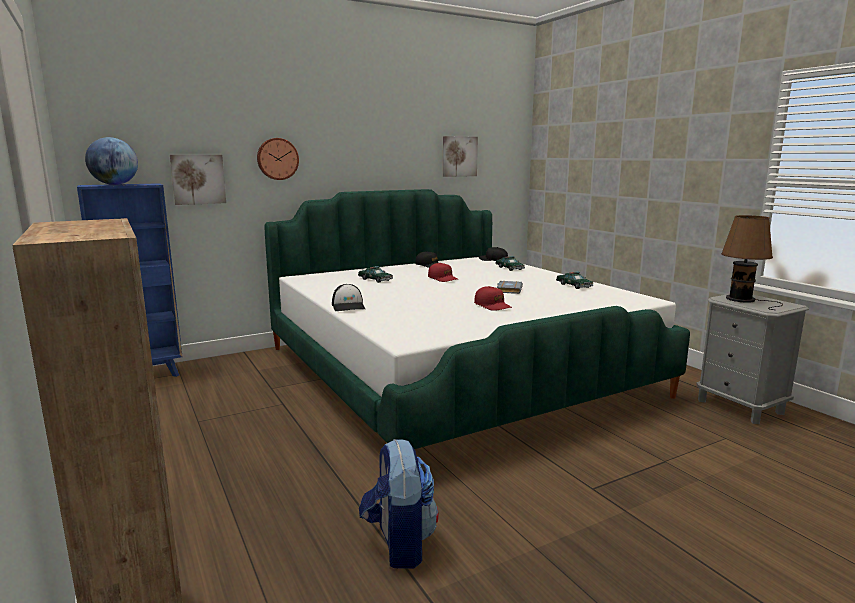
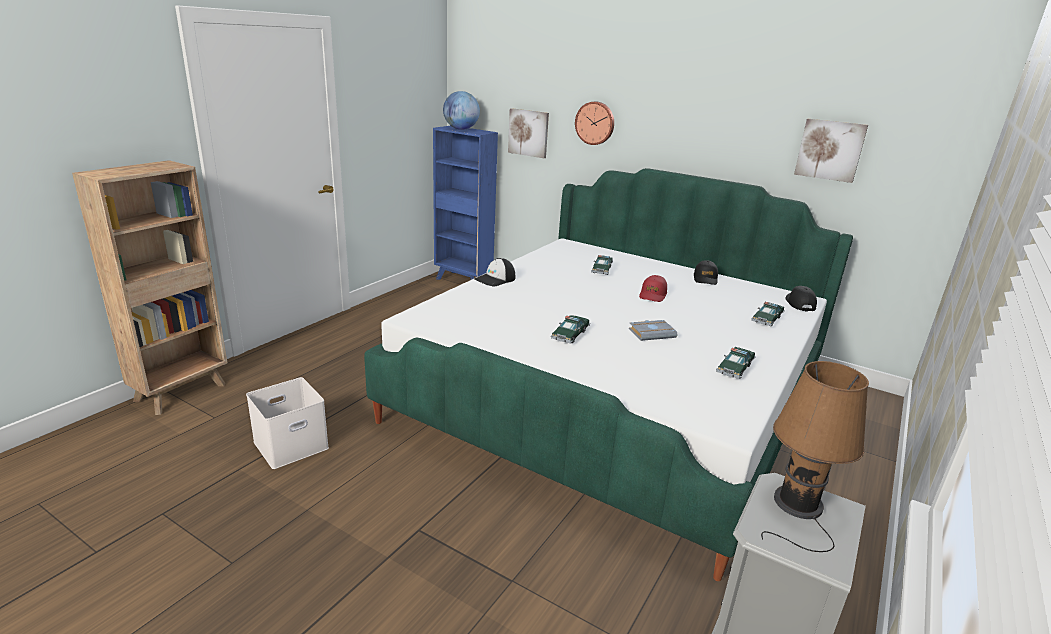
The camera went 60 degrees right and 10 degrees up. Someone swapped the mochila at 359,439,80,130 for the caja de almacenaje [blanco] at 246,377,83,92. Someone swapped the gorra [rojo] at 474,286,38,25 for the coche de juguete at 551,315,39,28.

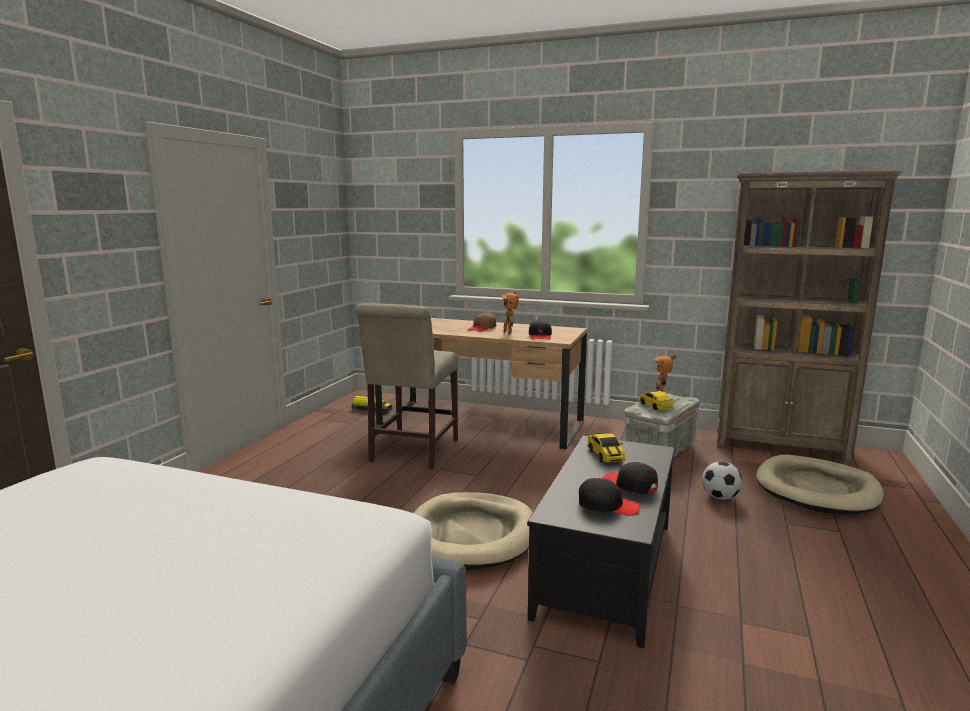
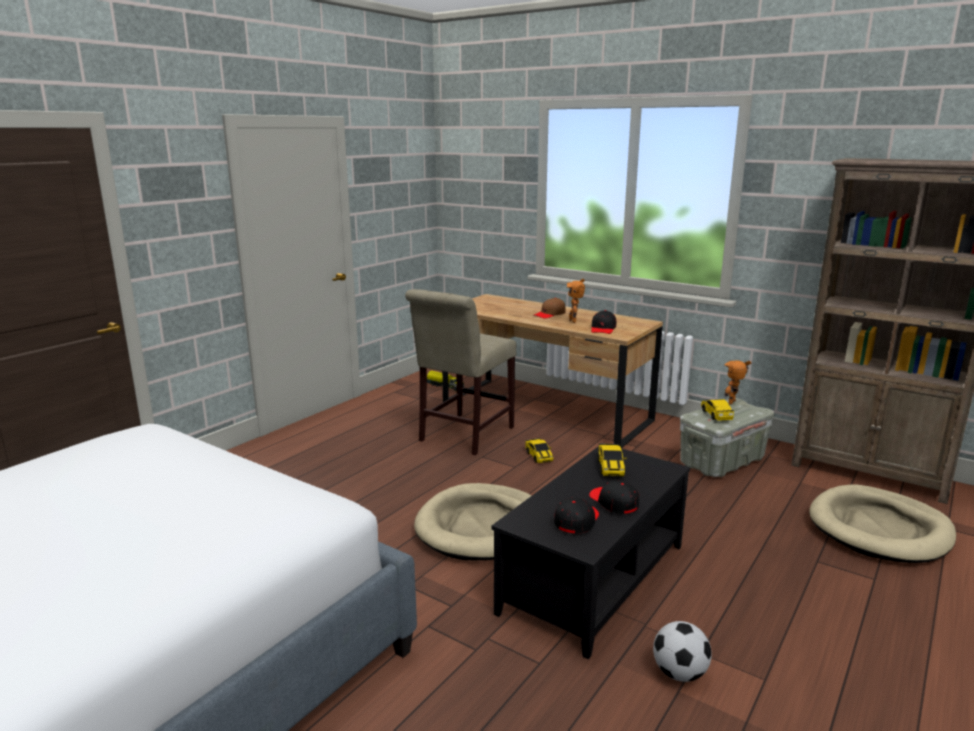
The camera went 15 degrees right and 5 degrees up. Someone put down the coche de juguete at 525,438,28,25. Someone rotated the gorra [negro] at 579,478,61,38 by 90 degrees counterclockwise. Someone carried the balón de fútbol from 702,461,40,39 to 653,621,59,61.

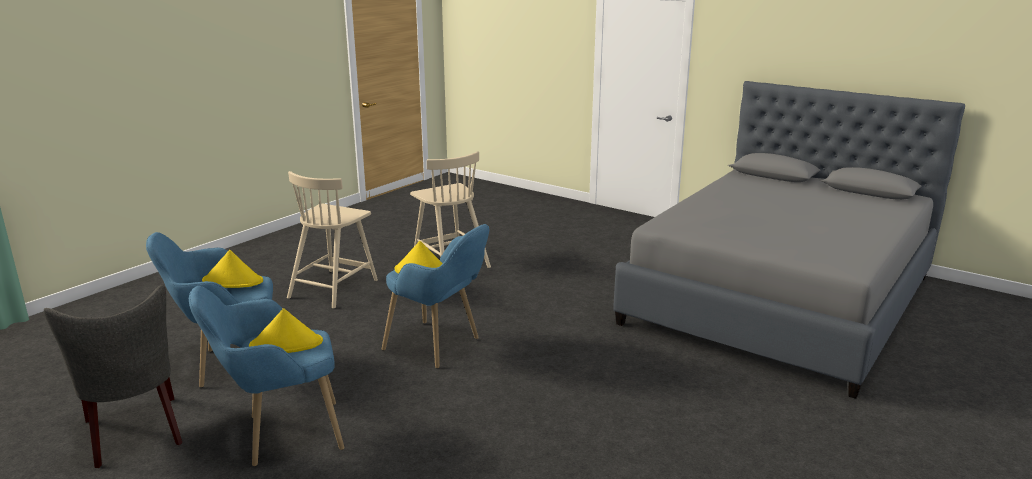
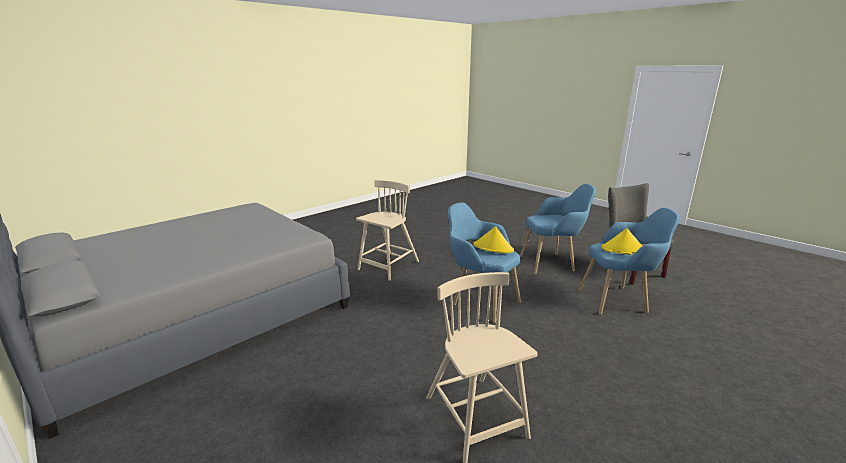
The camera went 170 degrees left and 0 degrees up. Someone carried the silla [beis] from 287,171,91,138 to 356,180,63,101. Someone took away the sombrero [amarillo] at 249,308,74,45.

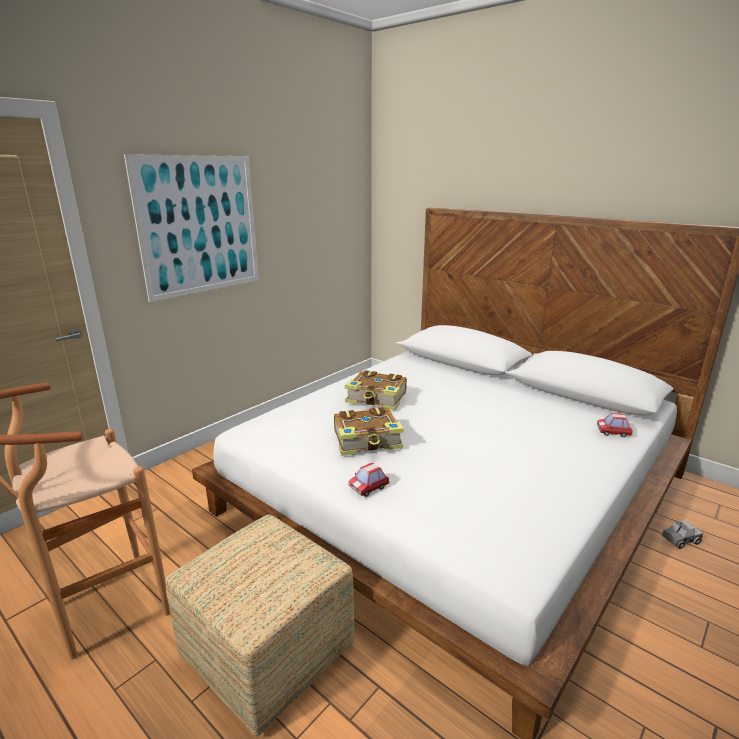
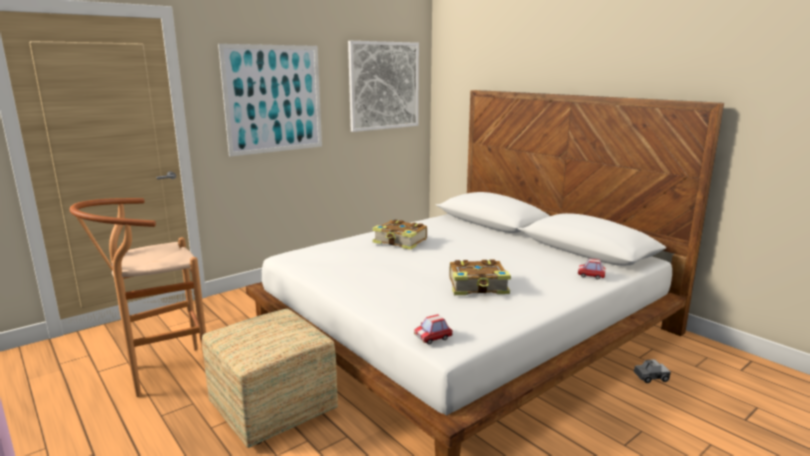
The camera went 10 degrees right and 5 degrees down. Someone put up the cuadro at 348,41,71,91. Someone carried the coche de juguete from 348,462,41,35 to 414,314,39,30. Someone carried the libro from 334,407,70,49 to 450,259,61,36.

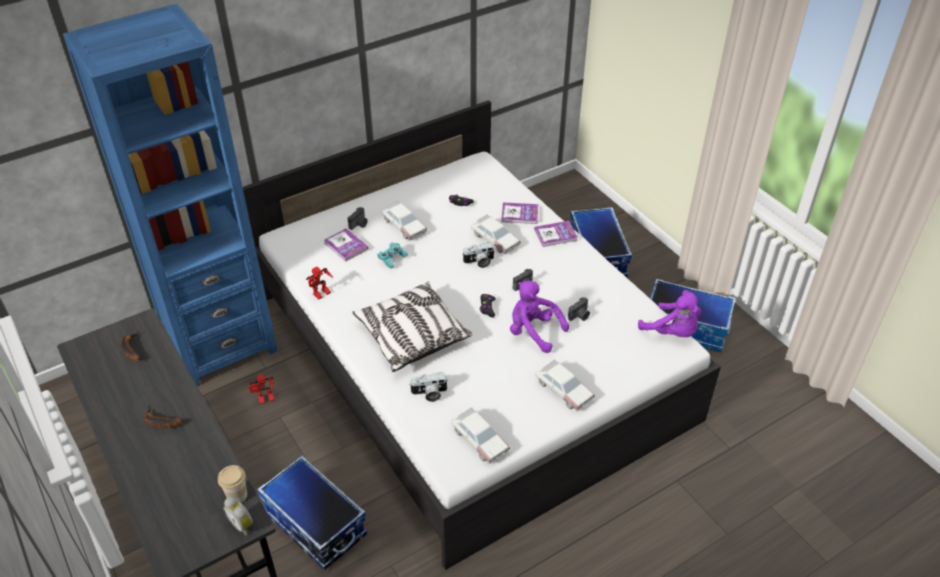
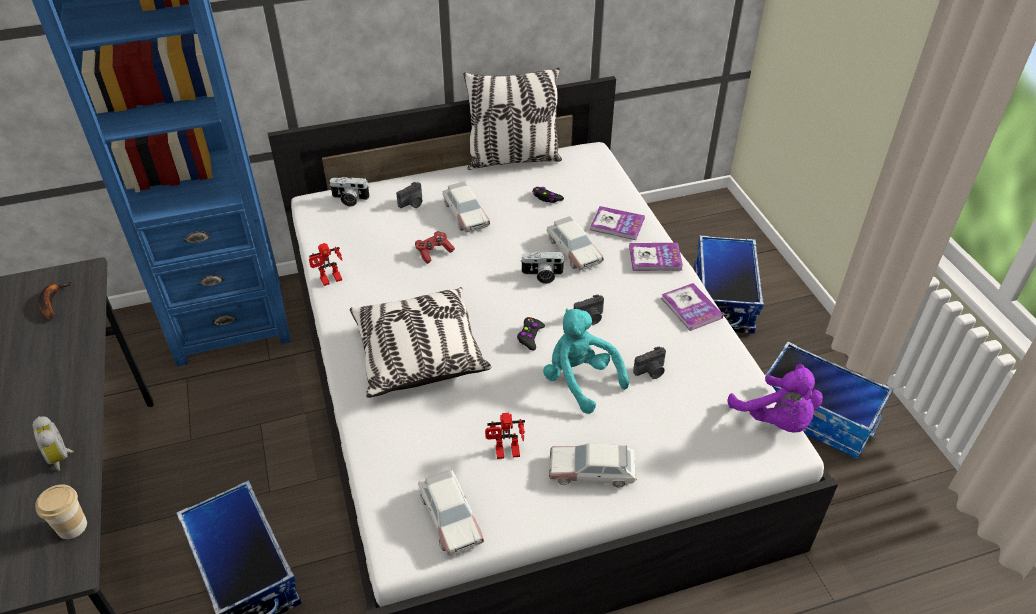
The camera went 15 degrees right and 0 degrees up. Someone carried the despertador from 223,496,30,40 to 33,416,41,55. Someone carried the cámara from 409,372,39,30 to 329,177,41,30. Someone repainted the mando de consola [turquesa] at 378,243,30,26, which became the mando de consola [rojo] at 415,231,40,33. Someone put down the cojín at 463,68,99,102. Someone carried the robot de juguete from 249,374,25,30 to 485,413,40,46. Someone repainted the peluche [morado] at 510,281,59,72, which became the peluche [turquesa] at 543,309,86,105. Someone rotated the coche de juguete at 536,360,59,51 by 120 degrees clockwise. Someone carried the libro from 324,228,44,33 to 661,283,62,48. Someone took away the plátano at 143,406,41,22.

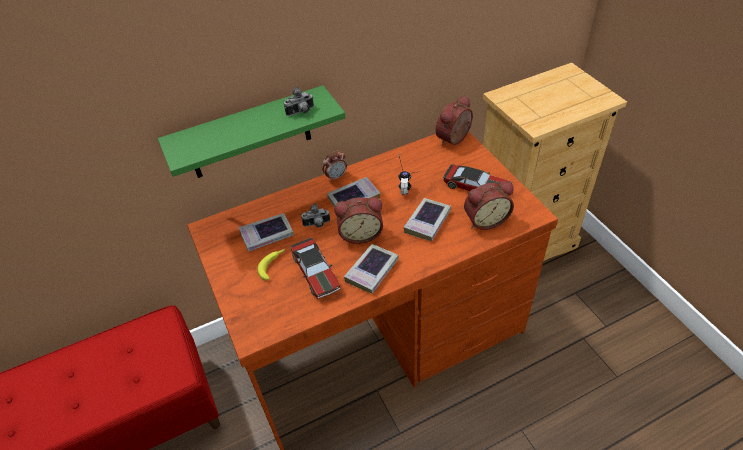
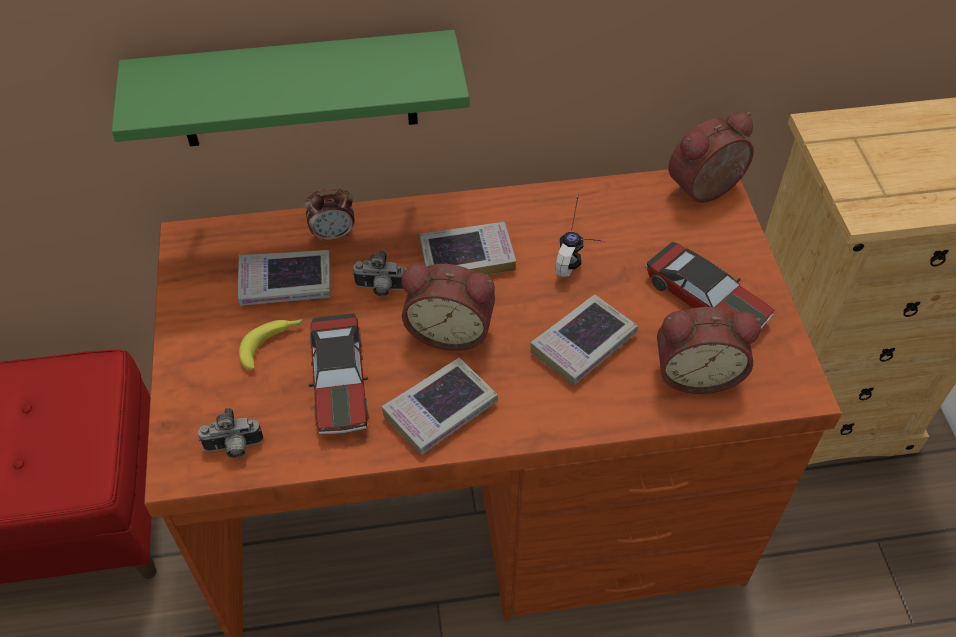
The camera went 15 degrees right and 5 degrees up. Someone carried the cámara from 284,87,30,29 to 198,407,65,51. Someone carried the despertador from 322,150,25,32 to 305,188,50,54.

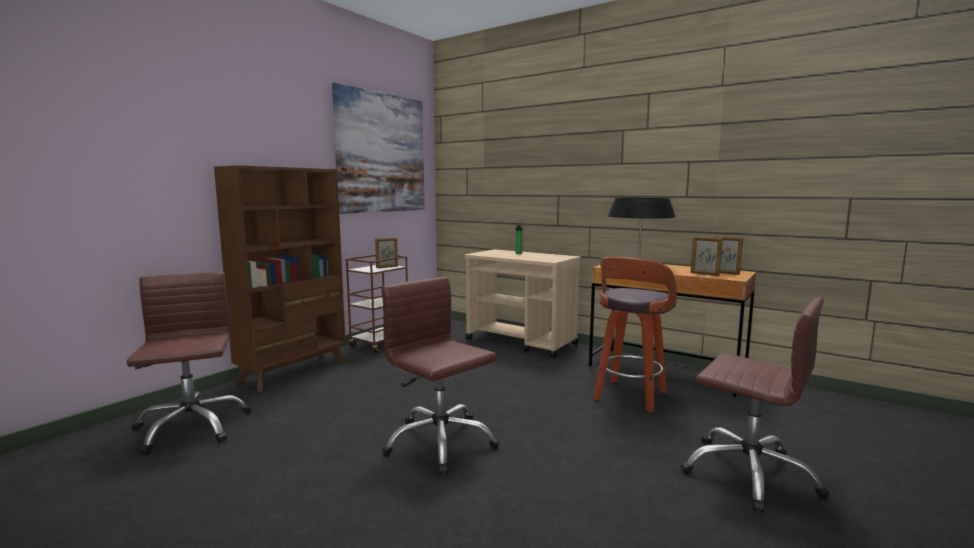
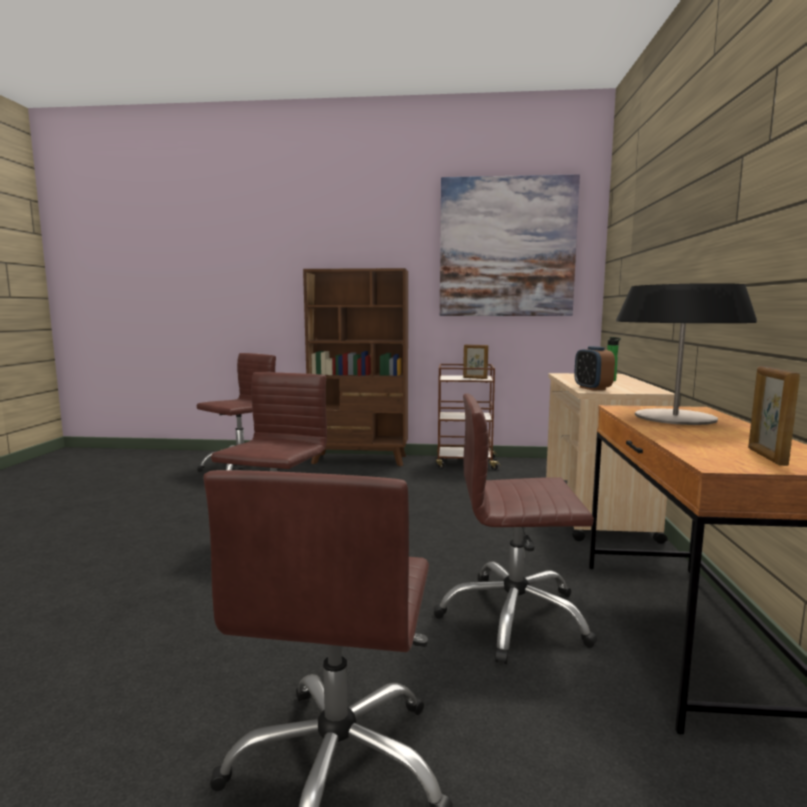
The camera went 60 degrees right and 0 degrees up. Someone swapped the taburete at 593,257,84,156 for the silla de oficina [marrón] at 434,393,164,272. Someone put down the despertador at 574,346,41,45. Someone took away the portarretratos at 690,236,33,40.

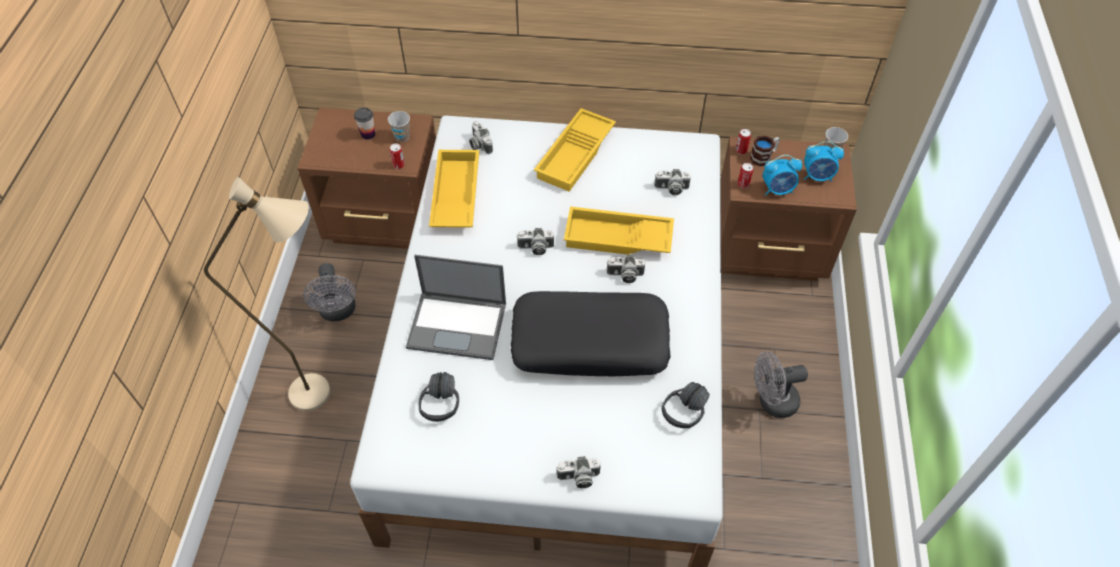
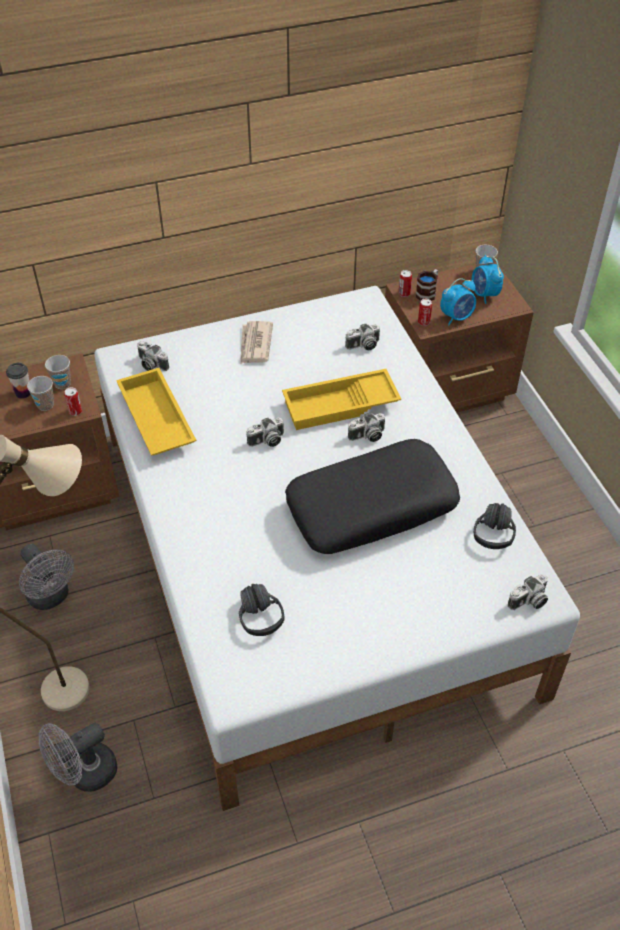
The camera went 25 degrees left and 5 degrees down. Someone put down the taza at 27,376,27,35. Someone carried the ventilador [gris] from 754,351,54,67 to 39,722,78,70. Someone swapped the bandeja [amarillo] at 534,108,82,84 for the periódico at 240,321,33,43. Someone rotated the despertador at 804,141,40,41 by 90 degrees clockwise. Someone carried the cámara from 556,456,45,32 to 508,574,40,36. Someone took away the portátil at 406,255,100,105.

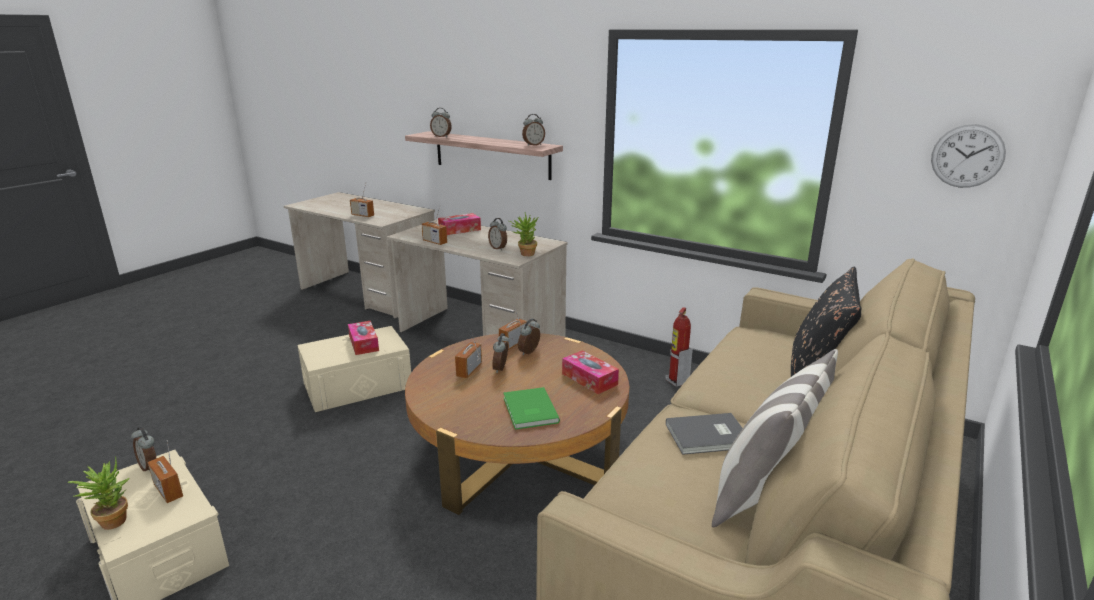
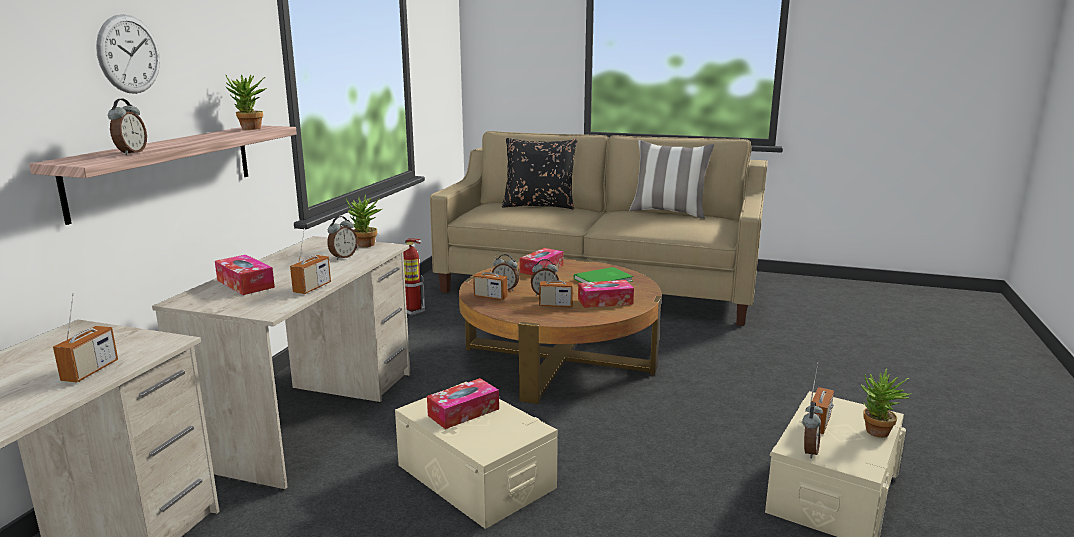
The camera went 105 degrees left and 5 degrees down. Someone carried the reloj de pared from 931,124,75,64 to 96,14,64,80. Someone swapped the despertador at 522,114,23,32 for the planta en maceta at 225,74,42,56. Someone put down the caja de pañuelos at 578,280,56,28. Someone took away the libro [gris] at 666,413,77,42.

